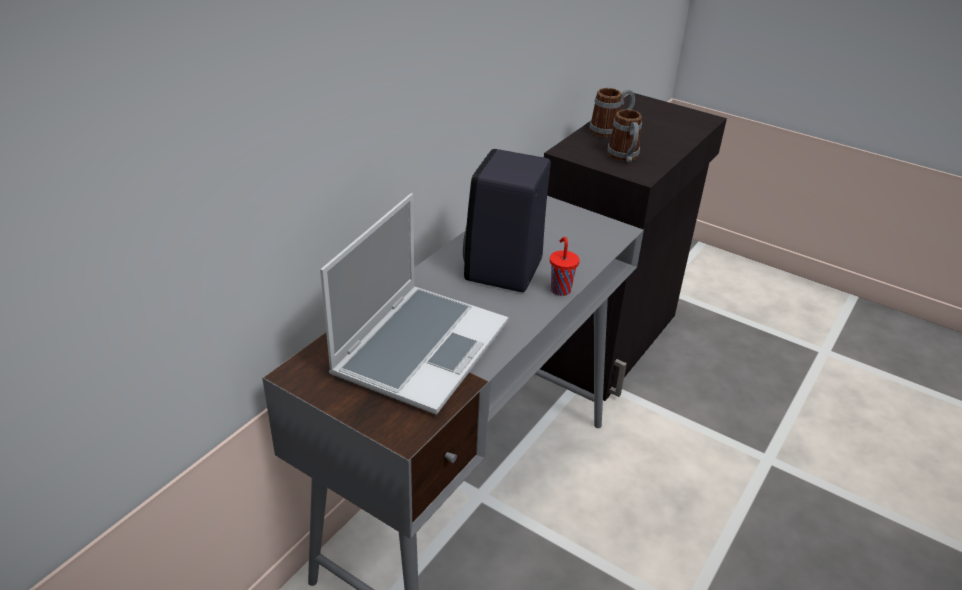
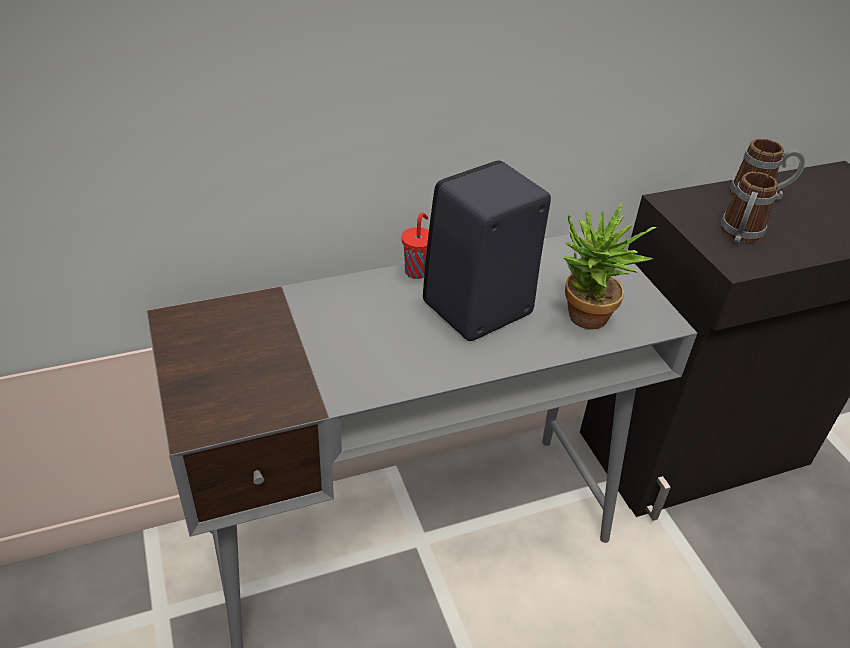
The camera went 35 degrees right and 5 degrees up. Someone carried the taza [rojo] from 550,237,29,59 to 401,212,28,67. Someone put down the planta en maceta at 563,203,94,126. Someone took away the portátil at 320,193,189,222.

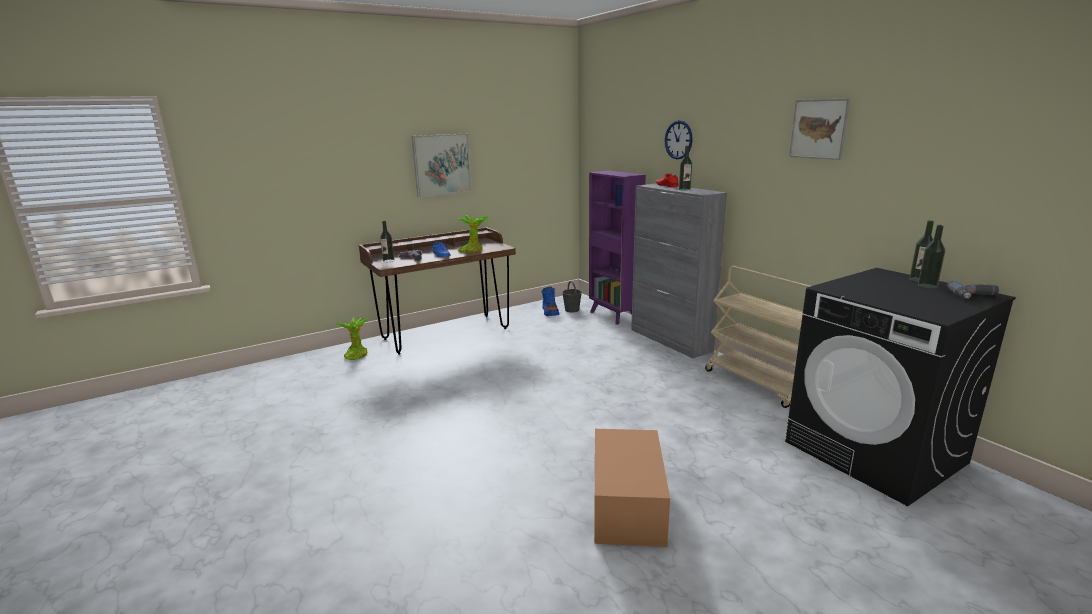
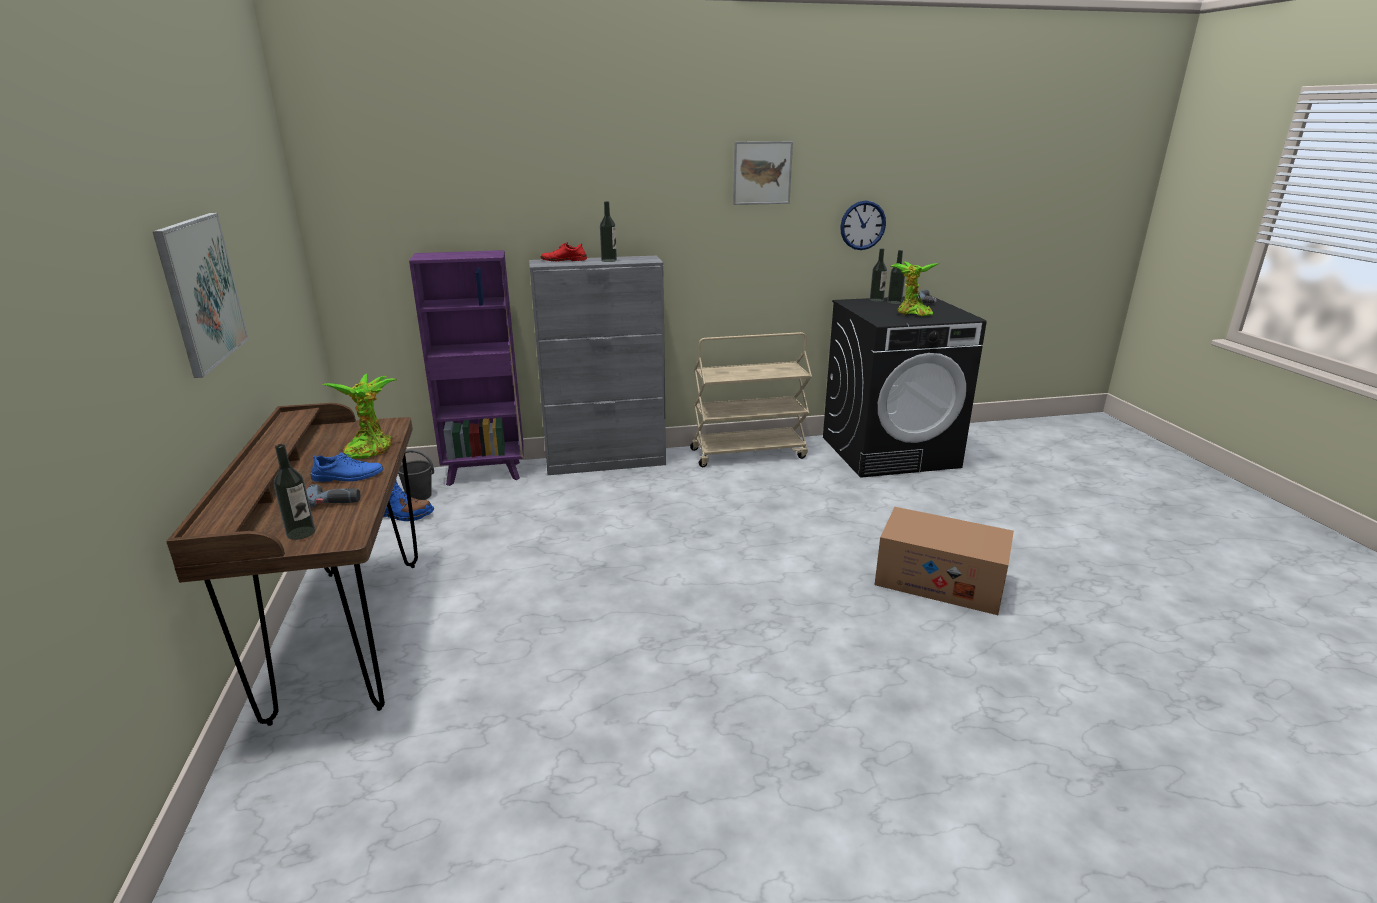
The camera went 70 degrees left and 5 degrees up. Someone carried the reloj de pared from 664,120,29,39 to 840,201,46,49. Someone carried the planta en maceta from 334,317,36,43 to 890,261,48,55.

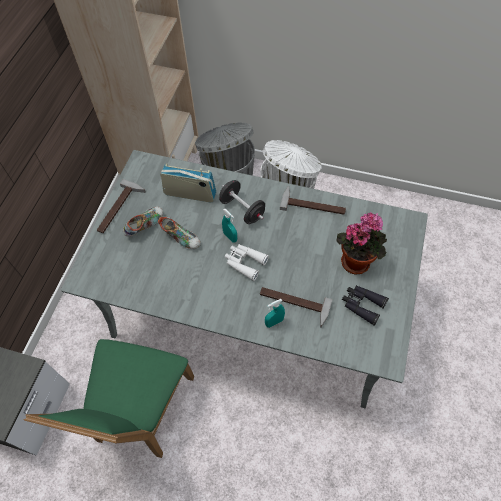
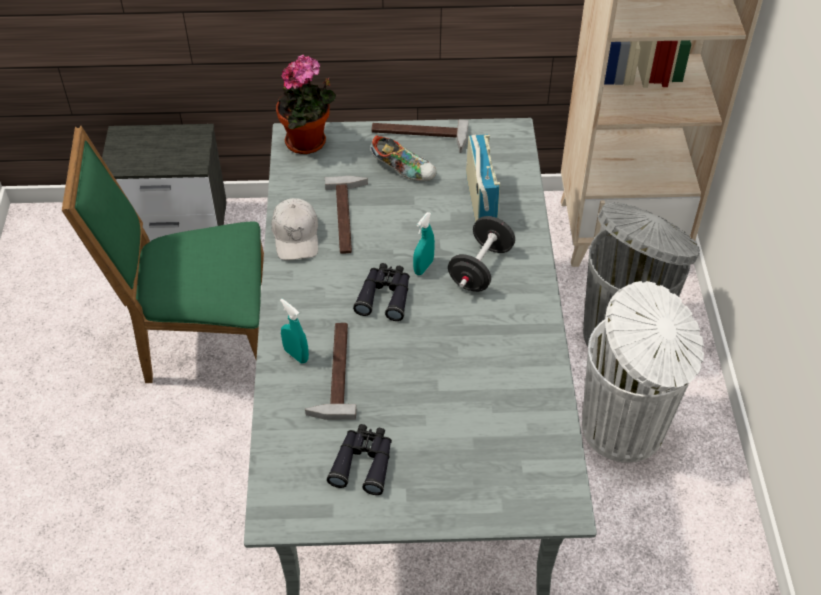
The camera went 70 degrees right and 10 degrees down. Someone put down the gorra [blanco] at 271,198,47,62. Someone carried the planta en maceta from 336,212,51,63 to 276,55,60,99. Someone carried the martillo from 280,186,66,29 to 325,176,43,78. Someone repainted the prismáticos [blanco] at 225,244,44,37, which became the prismáticos [negro] at 353,263,57,58. Someone took away the zapato at 158,217,43,32.

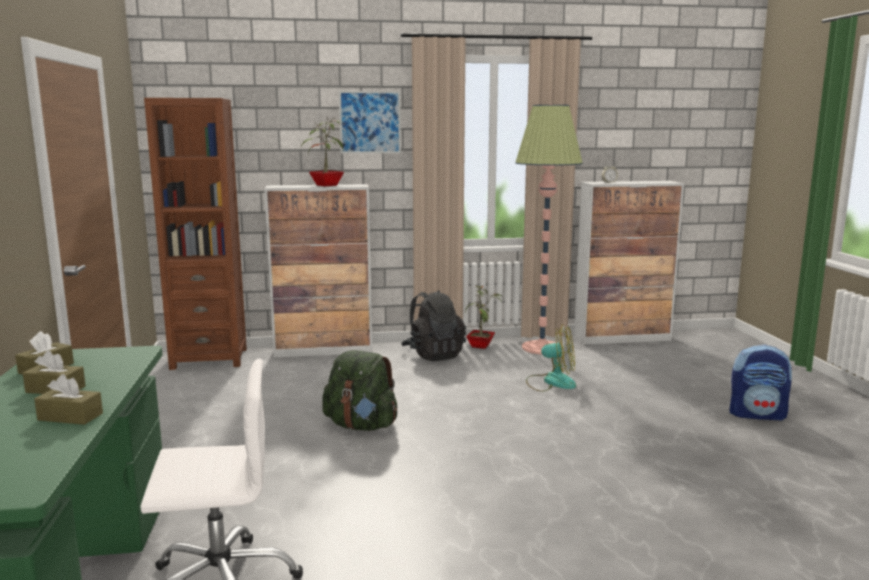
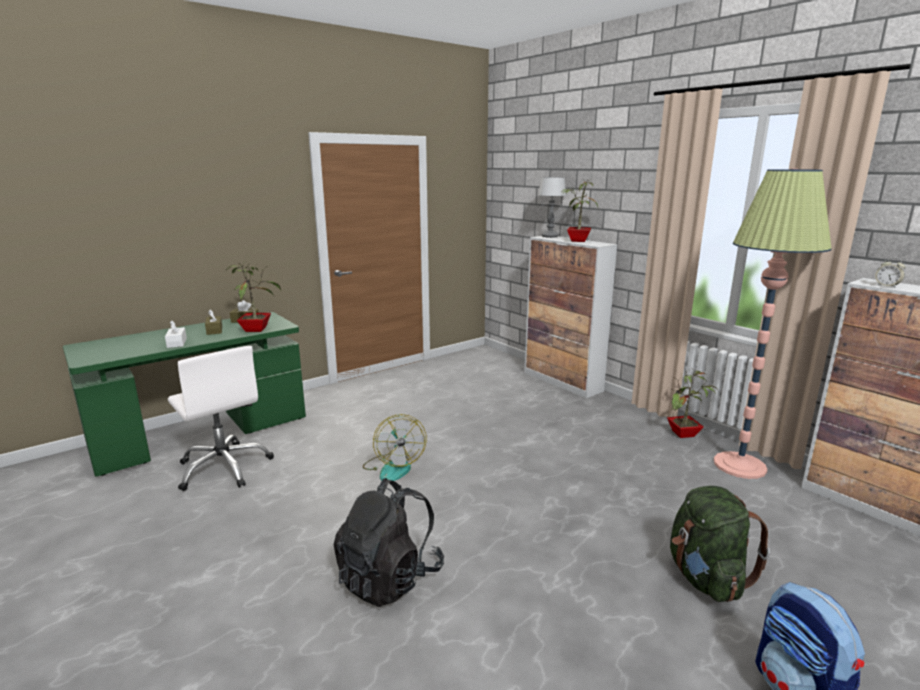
The camera went 60 degrees right and 5 degrees up. Someone repainted the caja de pañuelos [marrón] at 34,374,69,51, which became the caja de pañuelos [blanco] at 165,321,22,27. Someone put down the planta en maceta at 227,263,54,69. Someone carried the mochila [negro] from 401,290,65,71 to 334,478,110,129. Someone carried the ventilador from 526,325,50,67 to 363,414,64,67. Someone put down the lámpara de mesa at 538,177,28,61. Someone carried the mochila [verde] from 322,350,75,81 to 670,486,100,116. Someone took away the estantería [marrón] at 144,98,103,272. Someone took away the cuadro at 339,91,62,63.

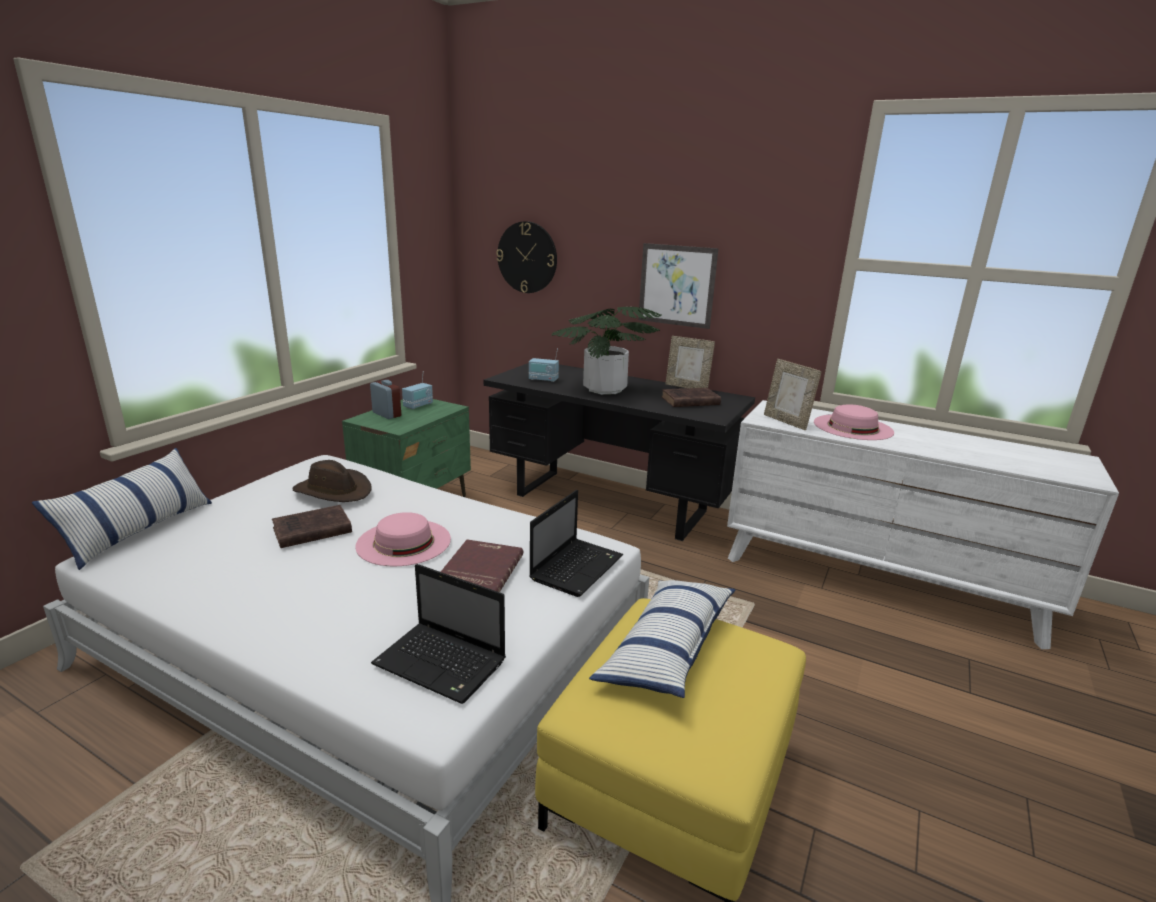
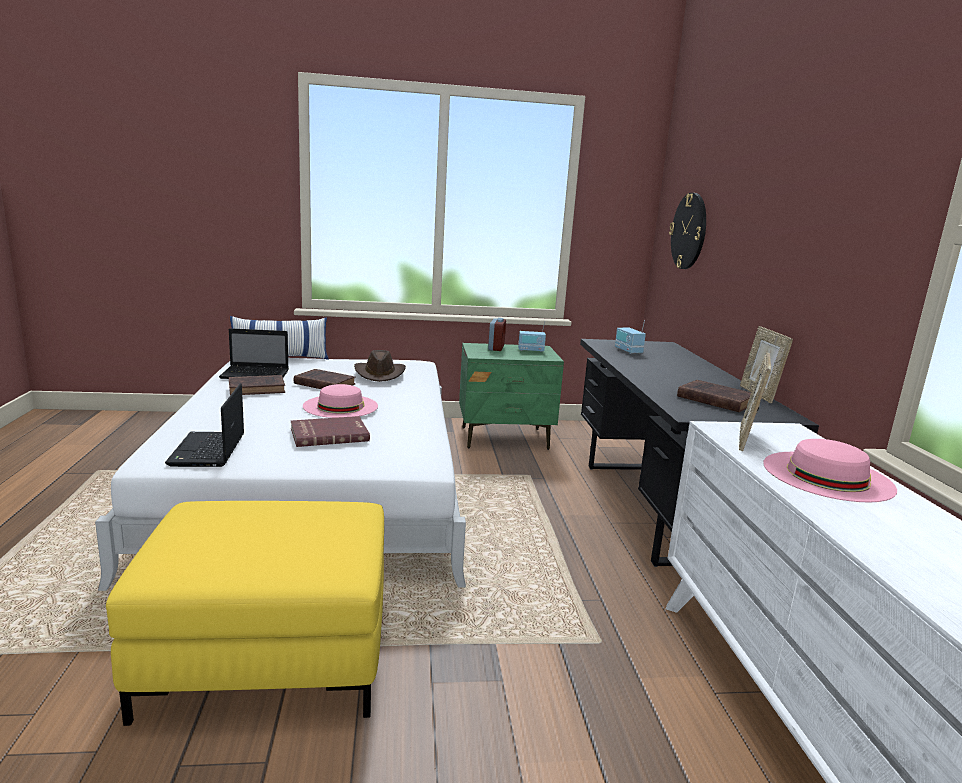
The camera went 55 degrees right and 5 degrees down. Someone carried the portátil from 529,490,94,107 to 219,328,70,51. Someone put down the libro [marrón] at 229,375,56,20. Someone took away the planta en maceta at 552,307,110,88. Someone took away the cojín at 589,580,146,118. Someone took away the cuadro at 638,243,81,86.

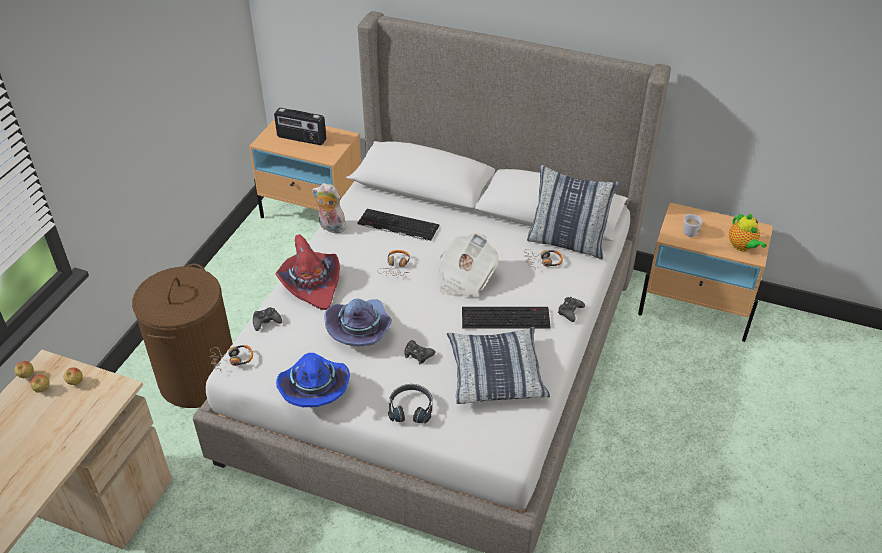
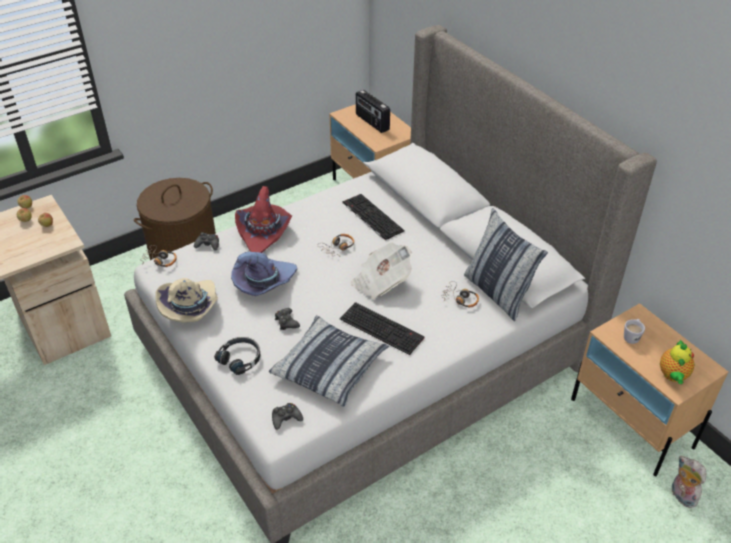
The camera went 35 degrees right and 0 degrees up. Someone repainted the sombrero [azul] at 276,353,74,54, which became the sombrero [beis] at 155,278,63,45. Someone carried the mando de consola [negro] from 558,297,27,25 to 272,403,31,27. Someone carried the peluche from 312,183,34,50 to 672,456,34,52.

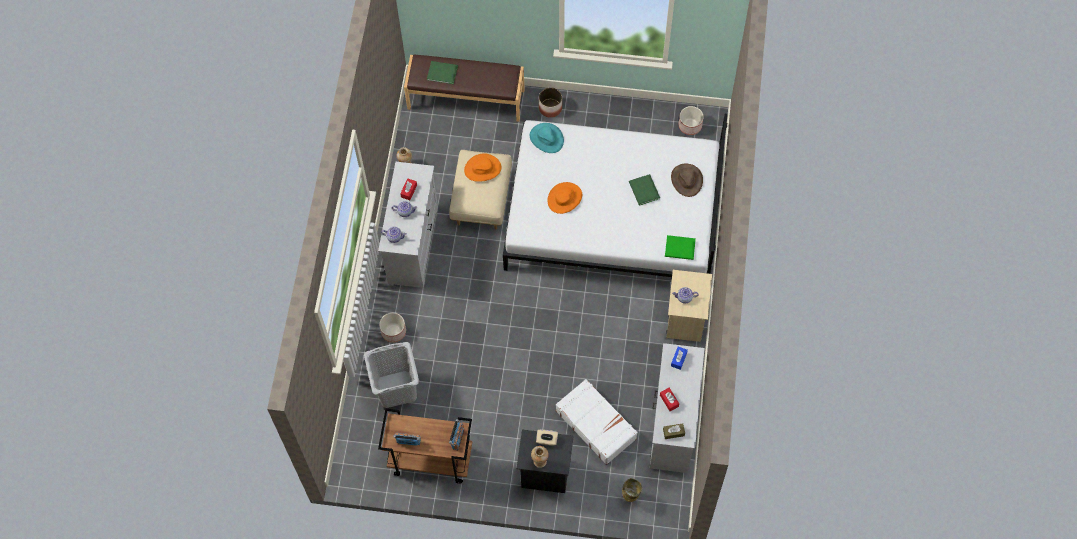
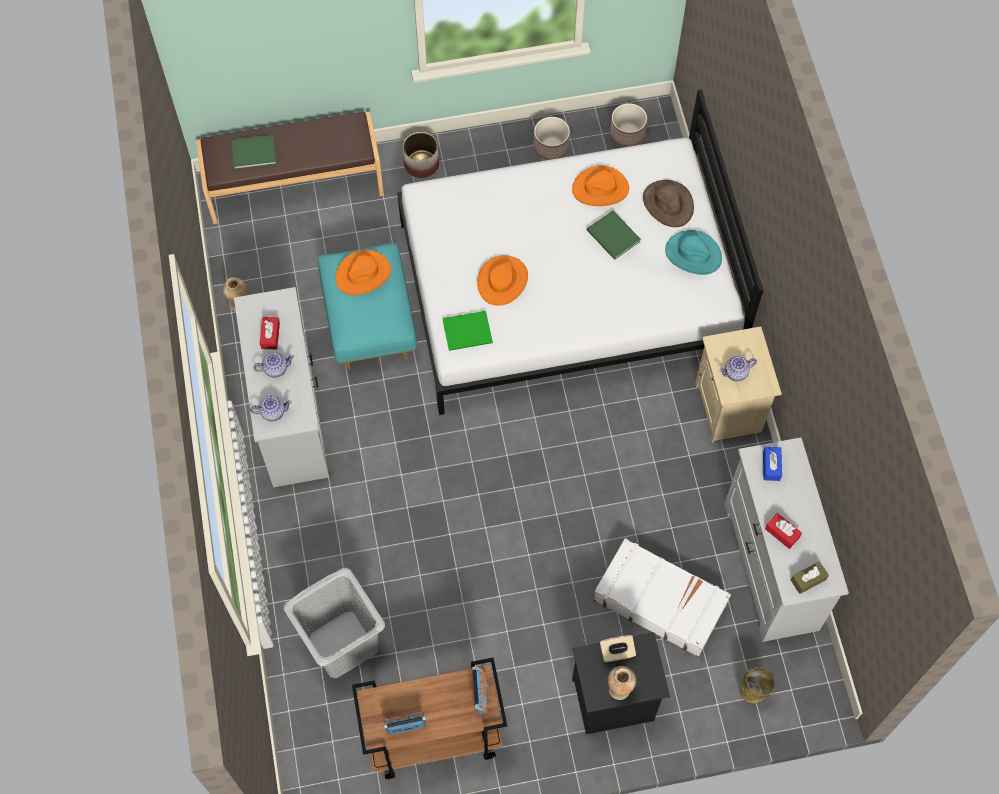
The camera went 20 degrees left and 0 degrees up. Someone repainted the puf [beis] at 449,150,63,79, which became the puf [turquesa] at 318,243,99,126. Someone carried the libro [verde] from 665,235,31,25 to 442,311,51,40. Someone carried the maceta from 379,313,27,30 to 534,117,36,43. Someone put down the sombrero [naranja] at 572,165,57,41. Someone carried the sombrero [turquesa] from 530,123,34,30 to 665,230,57,45.

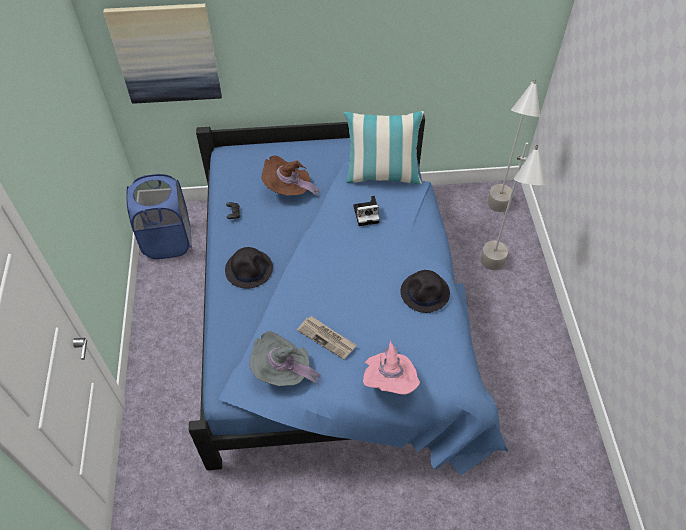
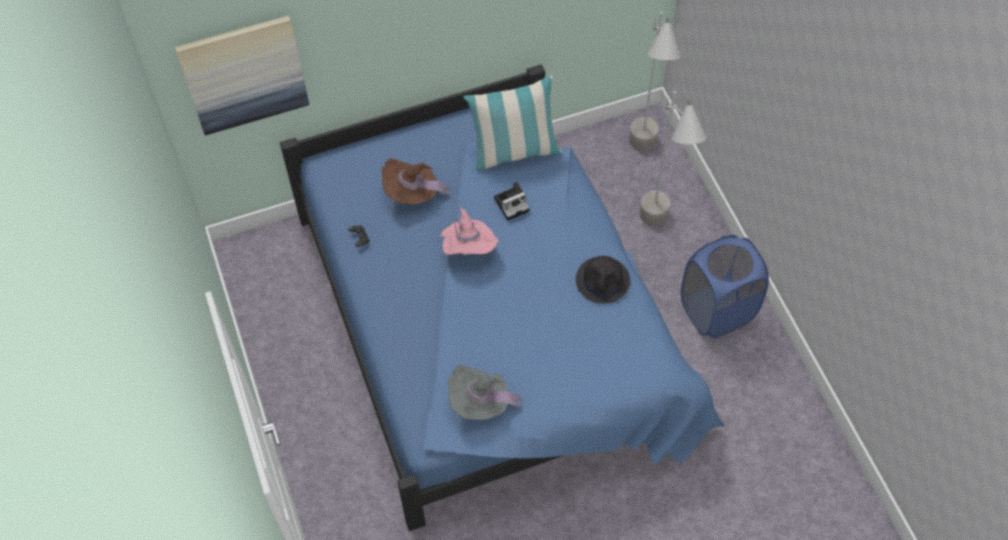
The camera went 15 degrees left and 5 degrees up. Someone carried the sombrero [rosa] from 363,340,57,54 to 440,207,58,48. Someone carried the cesto de la ropa [azul] from 126,174,66,85 to 681,235,88,103. Someone took away the sombrero [negro] at 225,247,48,42. Someone took away the periódico at 297,316,59,43.

